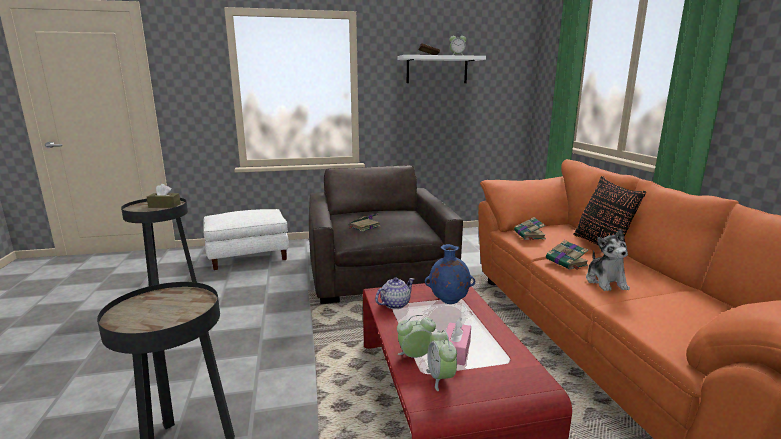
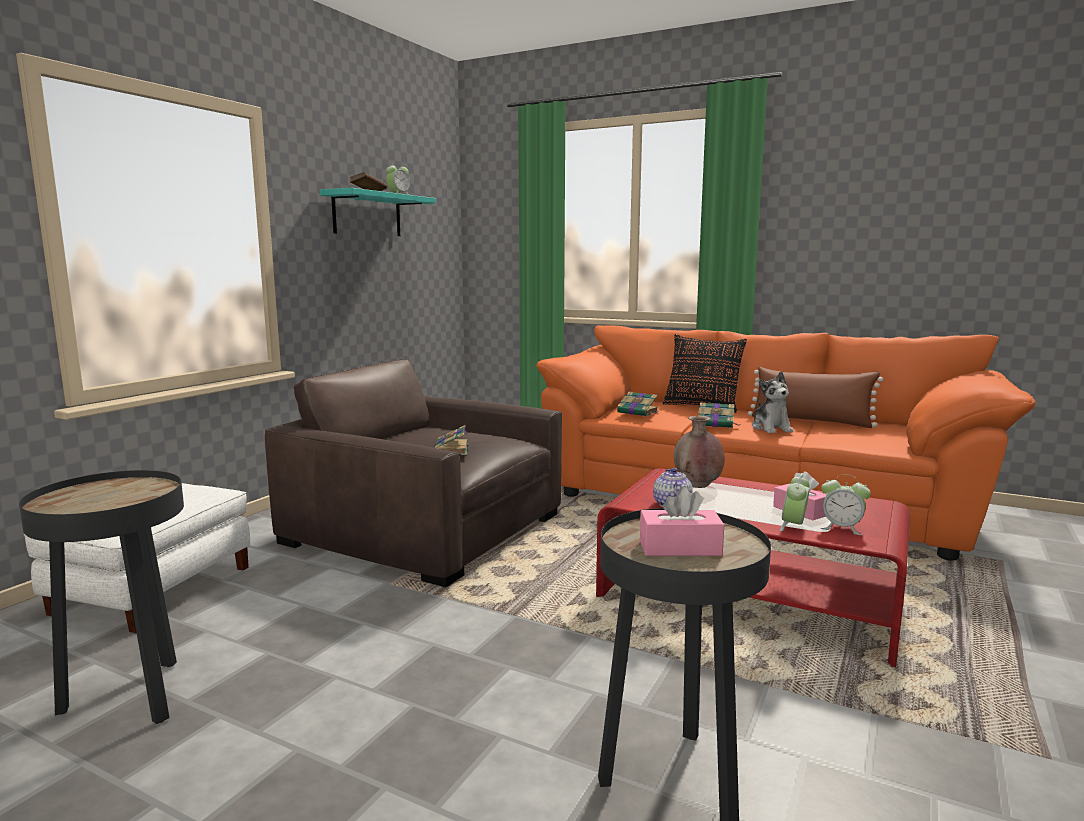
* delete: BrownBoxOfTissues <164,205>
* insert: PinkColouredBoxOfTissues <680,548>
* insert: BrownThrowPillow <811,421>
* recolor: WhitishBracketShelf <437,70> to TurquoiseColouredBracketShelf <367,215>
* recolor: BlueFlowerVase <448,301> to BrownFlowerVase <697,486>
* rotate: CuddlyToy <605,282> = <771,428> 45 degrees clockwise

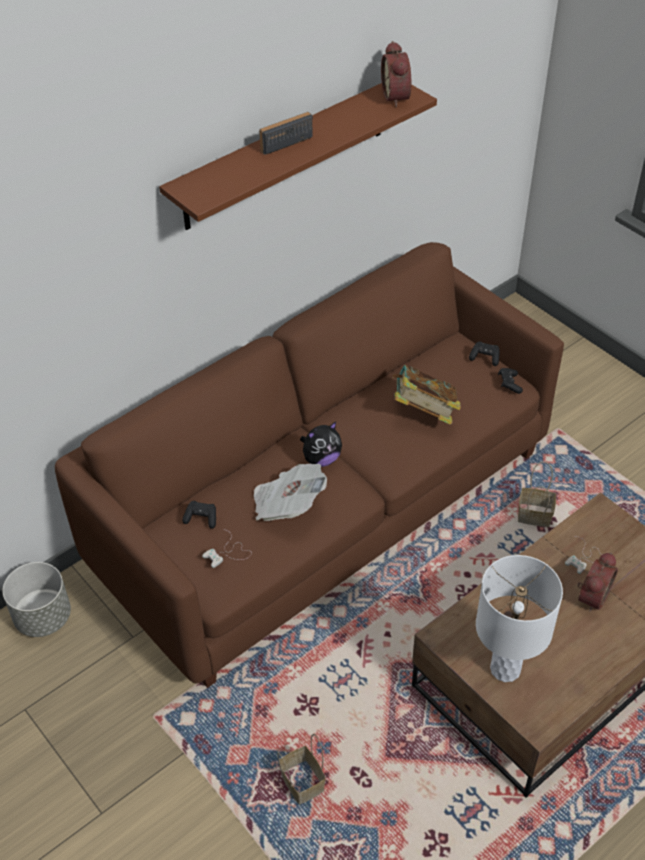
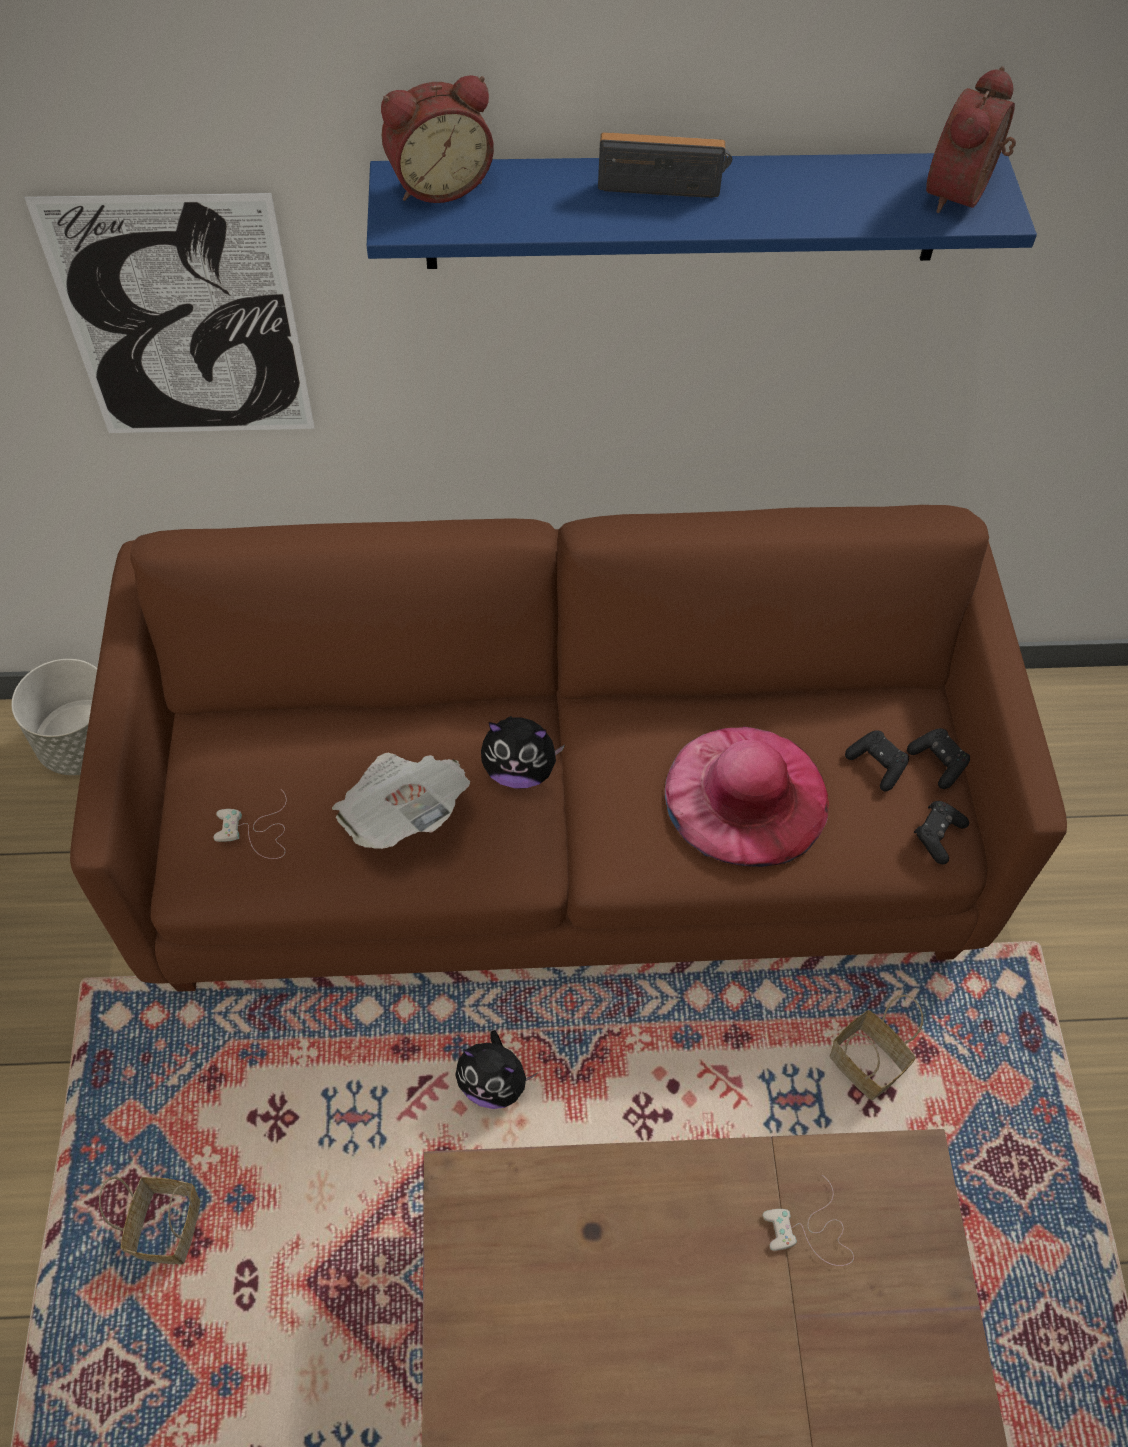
* delete: WhitishTabletopLamp <504,669>
* insert: Picture <183,323>
* insert: CuddlyToy <493,1083>
* move: BlackColouredJoypad <201,518> to <877,765>
* move: AlarmClock <591,596> to <438,184>
* replace: Book <424,412> to PinkColouredClothingHat <746,795>
* recolor: BrownBracketShelf <285,153> to BlueBracketShelf <685,211>

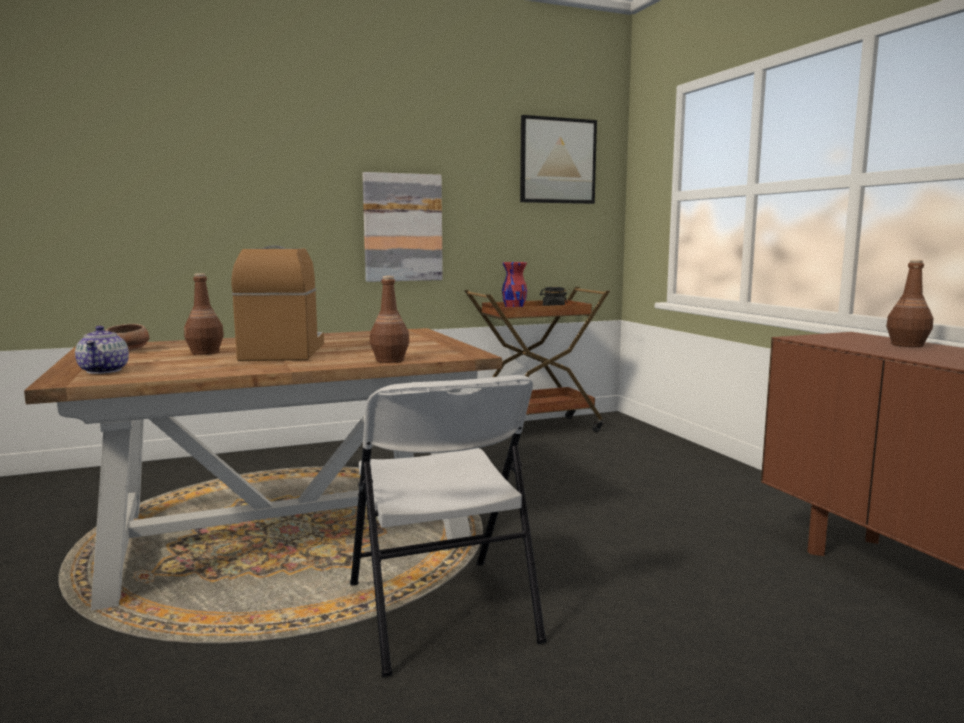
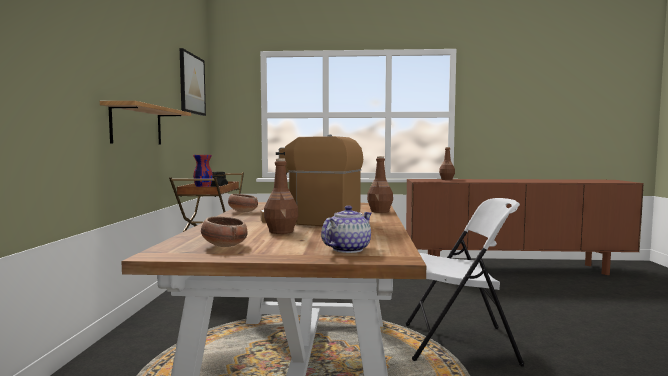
* insert: DeepDish <242,212>
* replace: Picture <402,227> to BracketShelf <137,125>
* rotate: PotForTea <104,370> = <347,249> 60 degrees counterclockwise

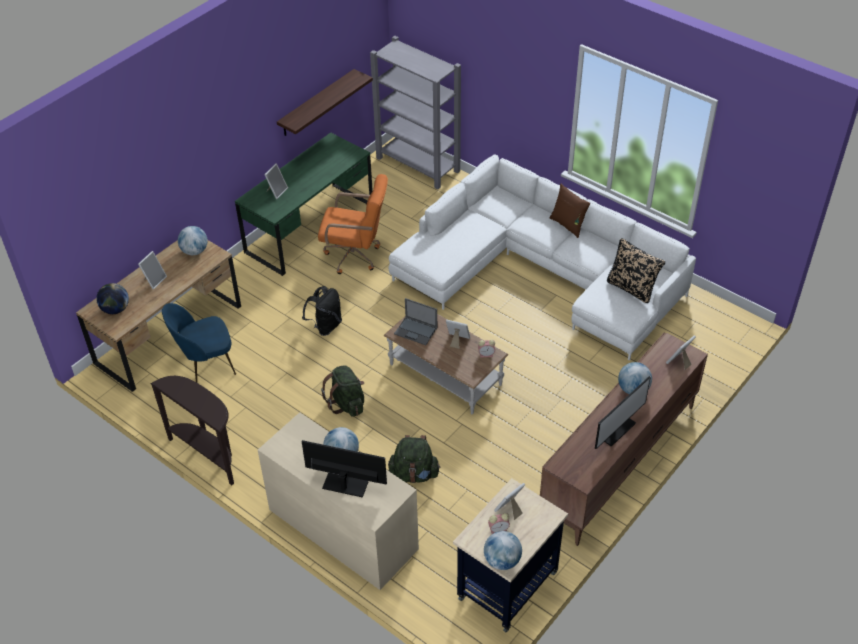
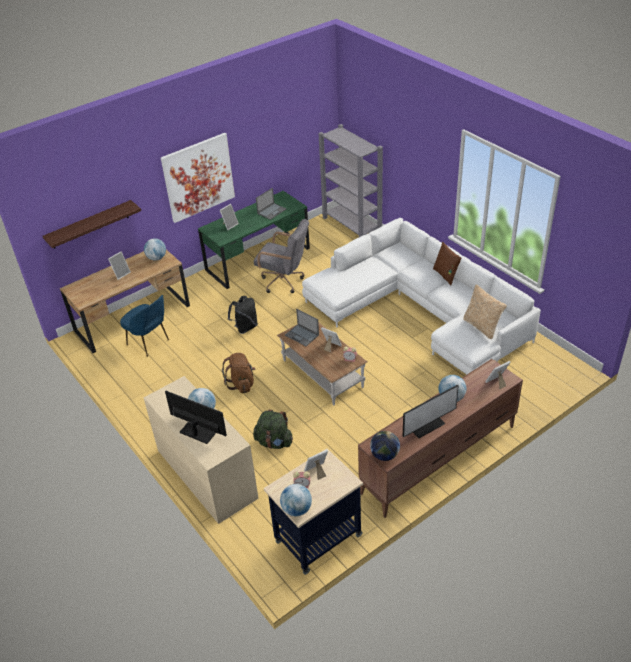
* delete: BrownHallTable <208,454>
* insert: Picture <198,177>
* insert: Laptop <272,211>
* move: DeskGlobe <115,309> to <384,455>
* move: BracketShelf <317,103> to <89,225>
* recolor: OrangeyOfficeChair <356,257> to GrayOfficeChair <284,283>
* recolor: GreenBackpack <347,403> to BrownBackpack <241,383>
* recolor: BlackColouredThrowPillow <631,289> to SandColouredThrowPillow <481,328>
* rotate: BluePlainChair <206,367> = <150,344> 135 degrees counterclockwise

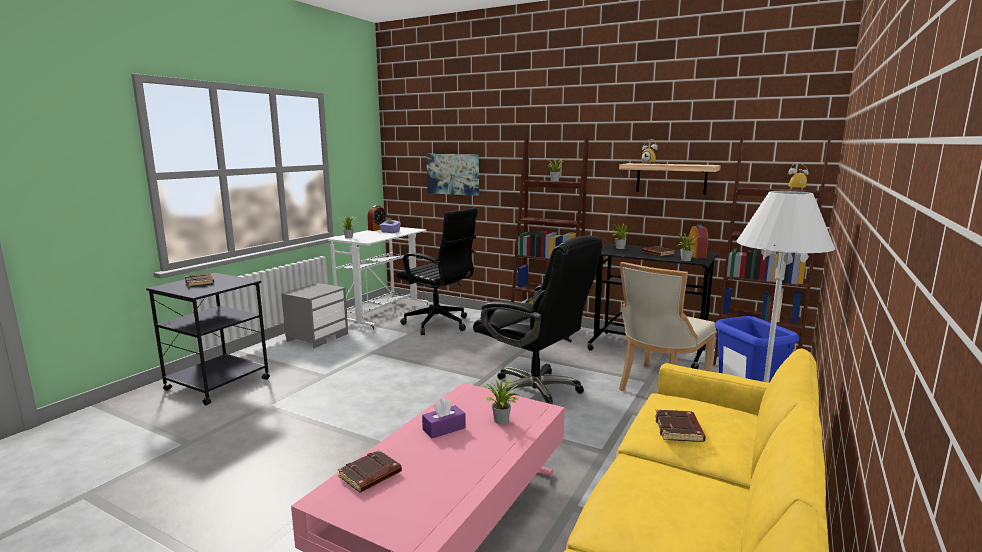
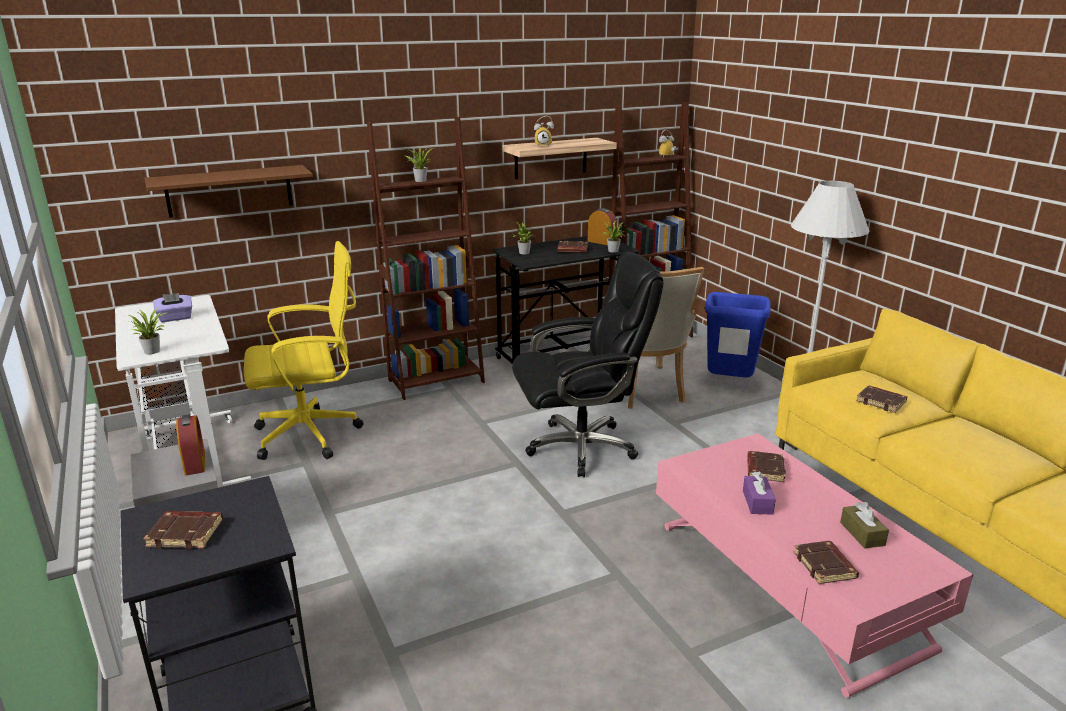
* insert: BrownBoxOfTissues <862,534>
* move: AlarmClock <377,229> to <195,463>
* replace: Picture <453,174> to BrownBracketShelf <229,191>
* replace: PlantInAPot <502,421> to BrownBook <764,469>
* recolor: BlackColouredOfficeChair <439,325> to YellowishOfficeChair <312,435>

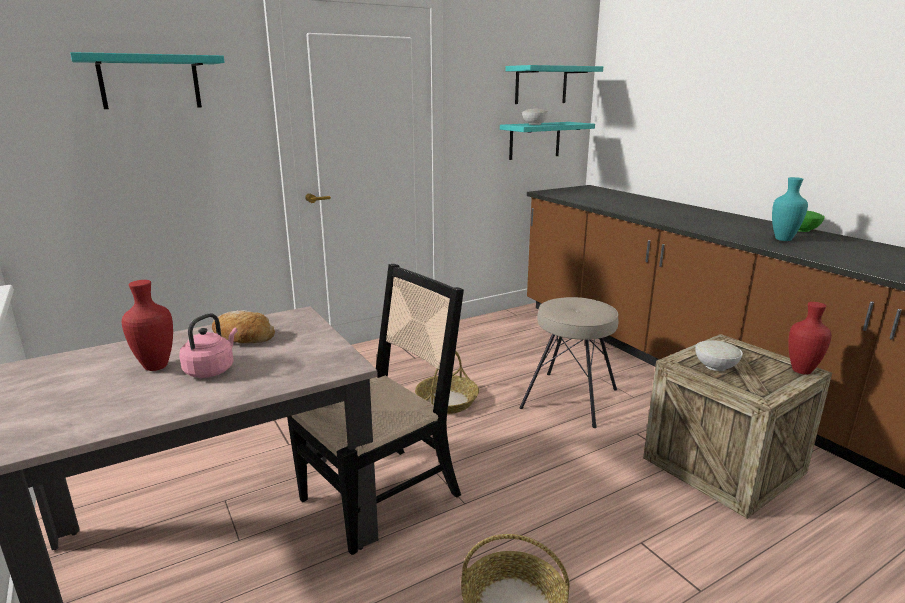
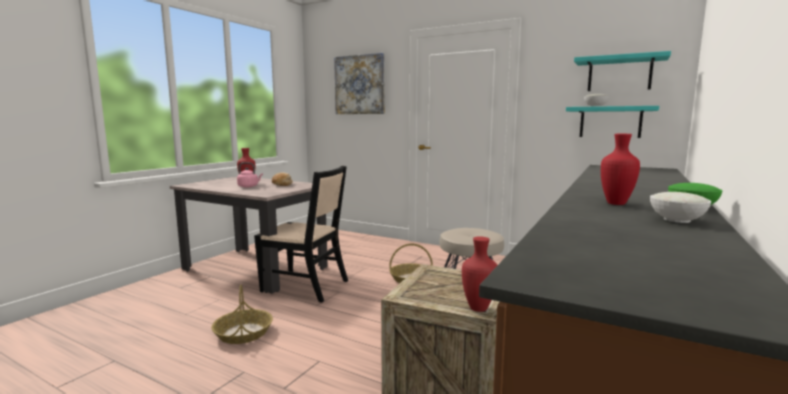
* move: WhitishDeepDish <716,366> to <677,220>
* replace: TurquoiseColouredBracketShelf <150,82> to Picture <359,85>
* recolor: TurquoiseColouredFlowerVase <782,239> to RedFlowerVase <616,203>

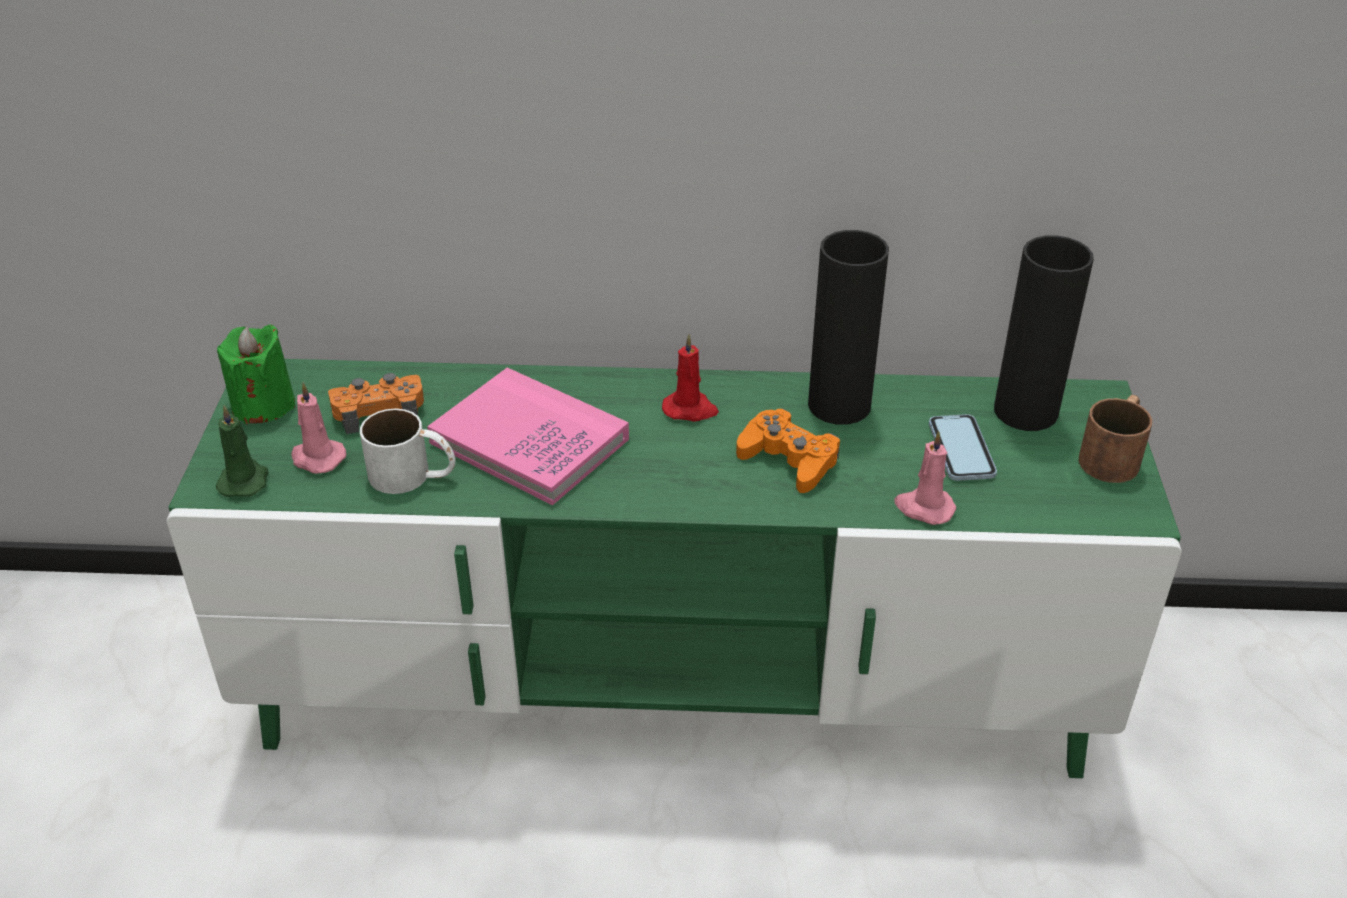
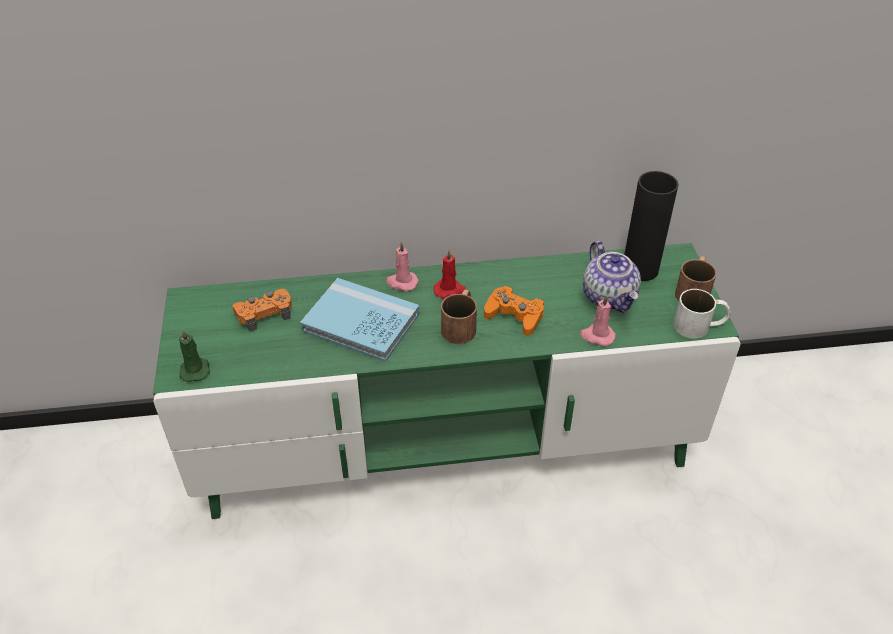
* delete: GreenWaxLight <263,405>
* delete: BlackColouredFlowerVase <839,405>
* insert: BrownCoffeeMug <461,325>
* move: PinkColouredWaxLight <317,458> to <401,282>
* move: WhitishCoffeeMug <413,475> to <700,326>
* replace: Phone <961,450> to PotForTea <609,297>
* recolor: PinkColouredBook <529,441> to BlueBook <361,322>

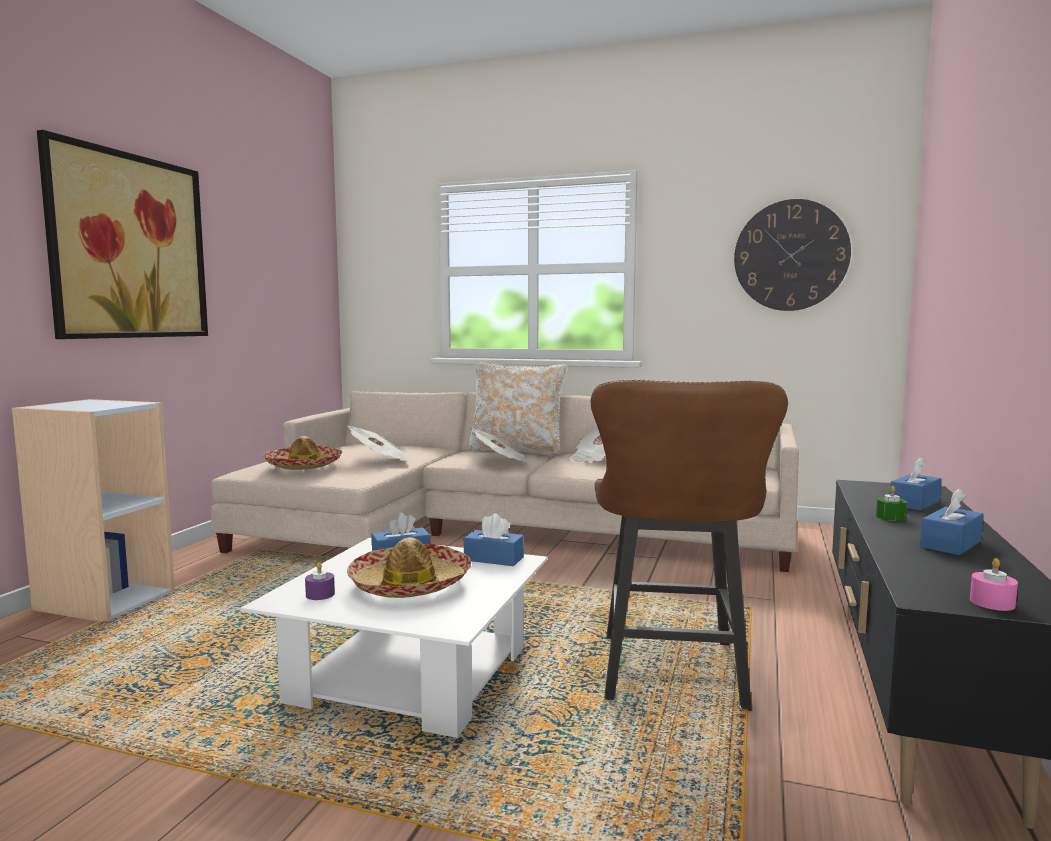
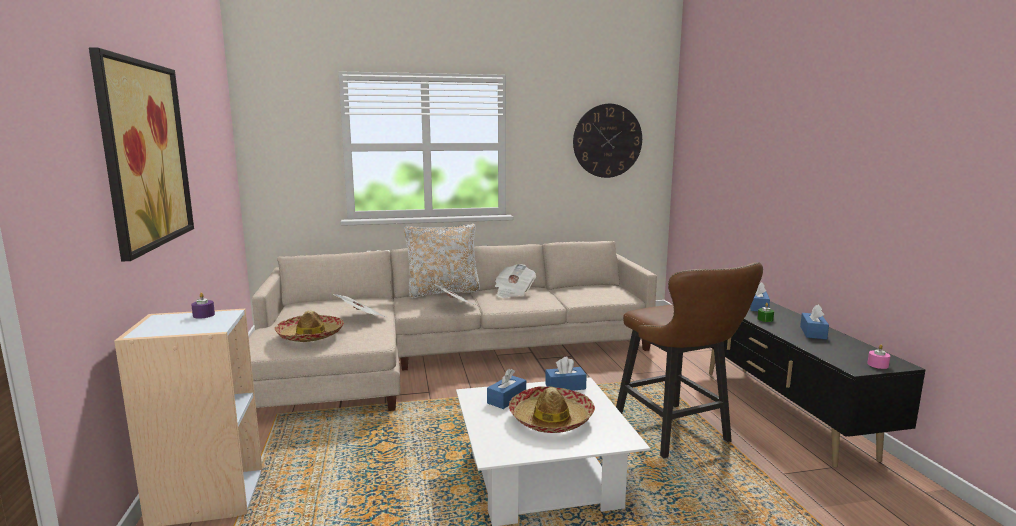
* move: PurpleColouredWaxLight <320,594> to <204,315>

